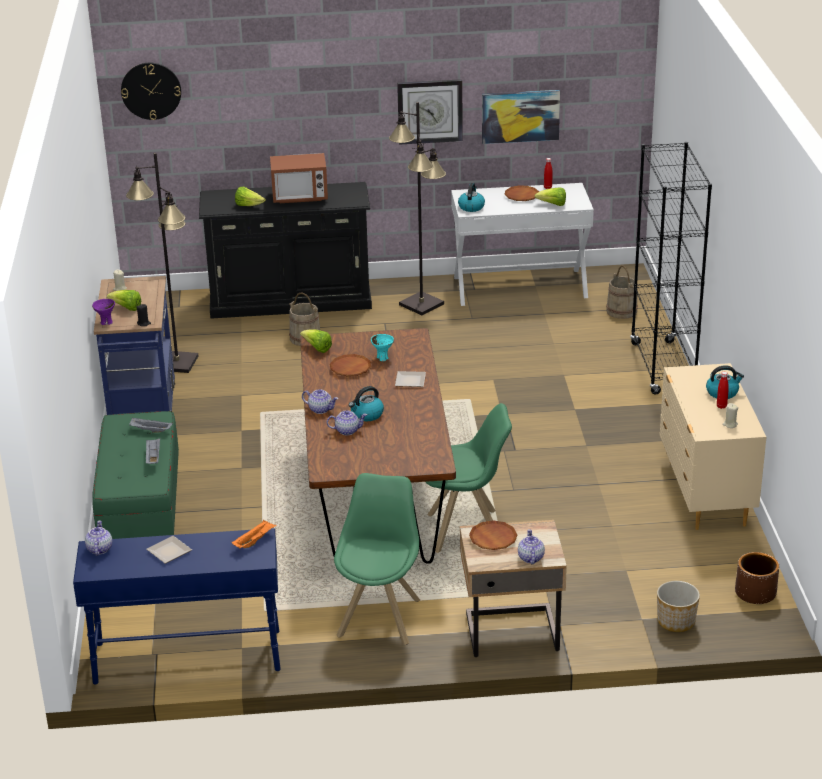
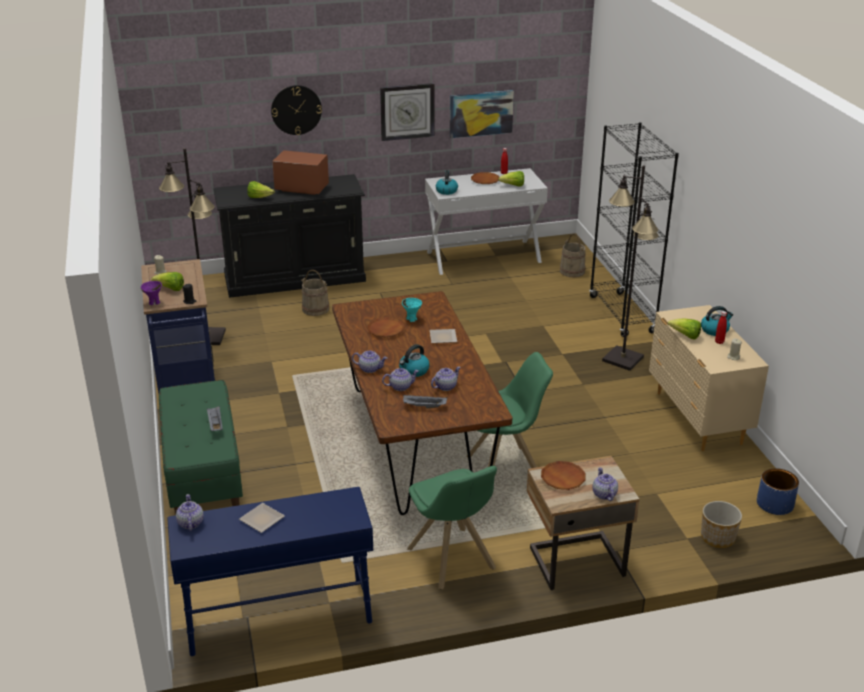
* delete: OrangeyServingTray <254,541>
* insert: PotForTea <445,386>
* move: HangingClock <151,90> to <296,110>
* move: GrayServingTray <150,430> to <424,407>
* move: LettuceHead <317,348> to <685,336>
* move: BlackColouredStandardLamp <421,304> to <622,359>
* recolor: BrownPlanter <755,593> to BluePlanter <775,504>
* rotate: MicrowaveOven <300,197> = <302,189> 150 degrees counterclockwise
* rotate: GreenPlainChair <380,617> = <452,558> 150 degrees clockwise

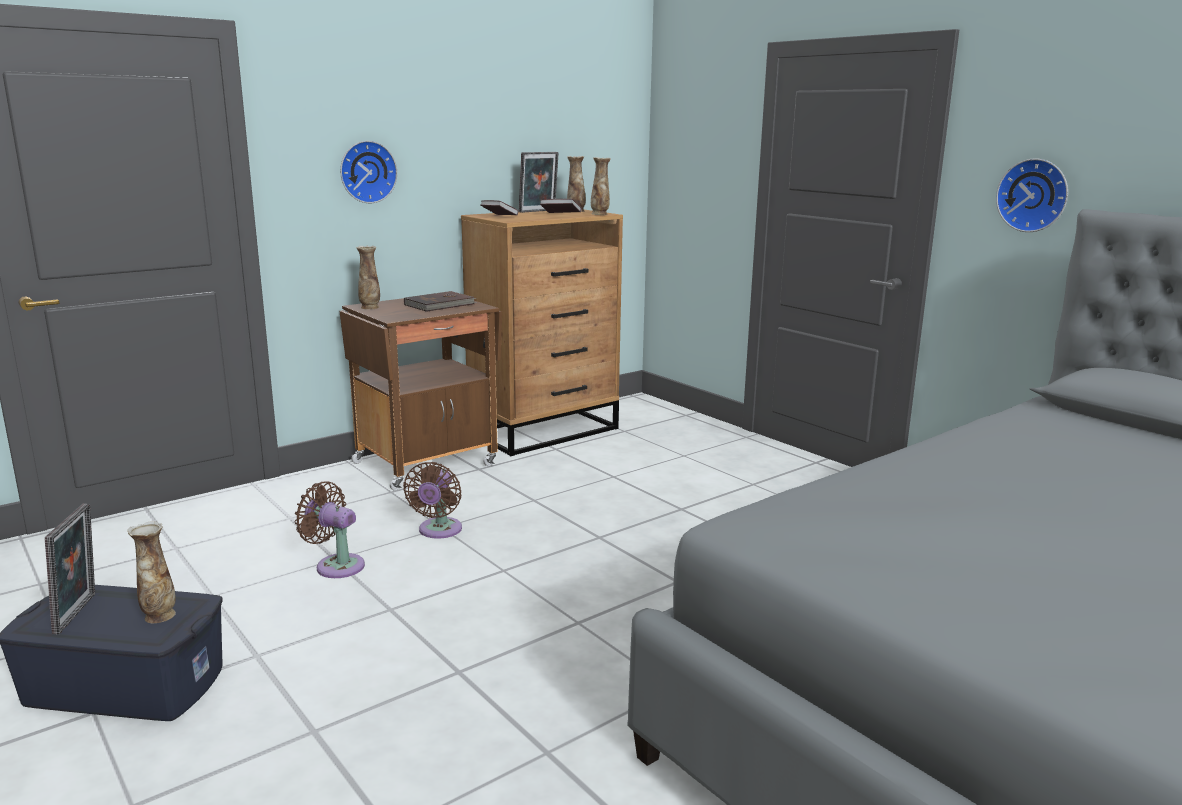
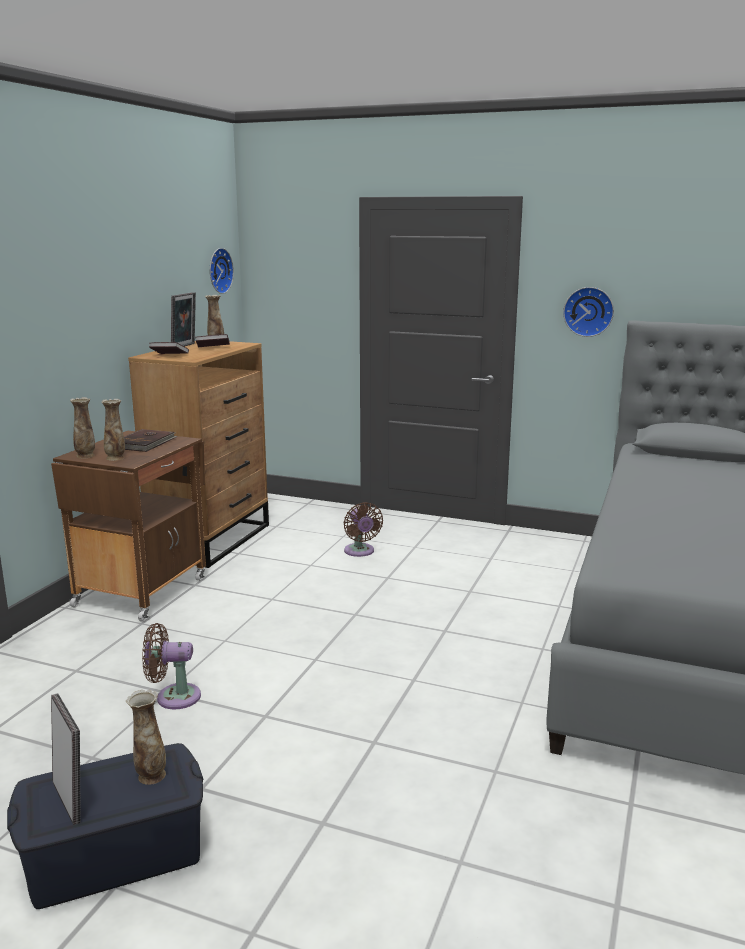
* move: HangingClock <367,172> to <218,270>
* move: BrownFan <438,531> to <360,552>
* move: FlowerVase <600,214> to <116,458>

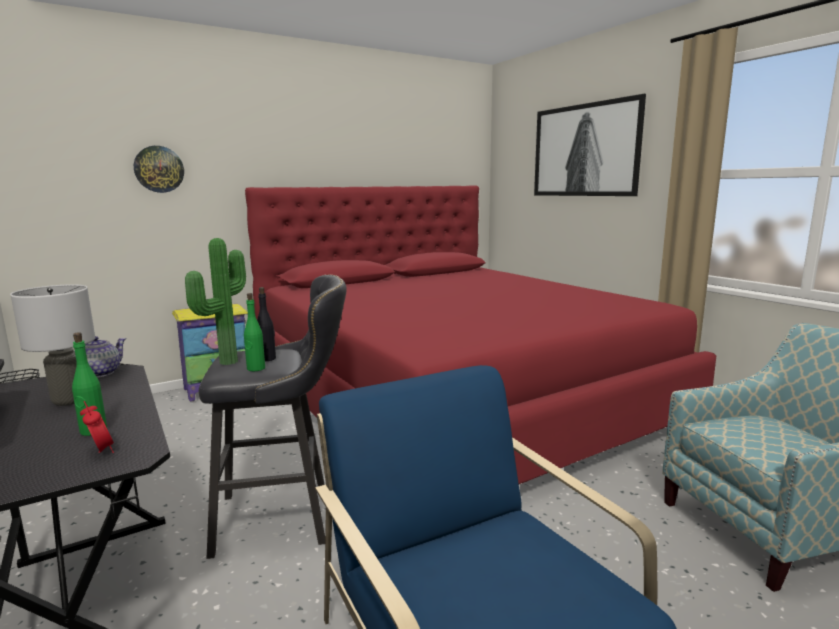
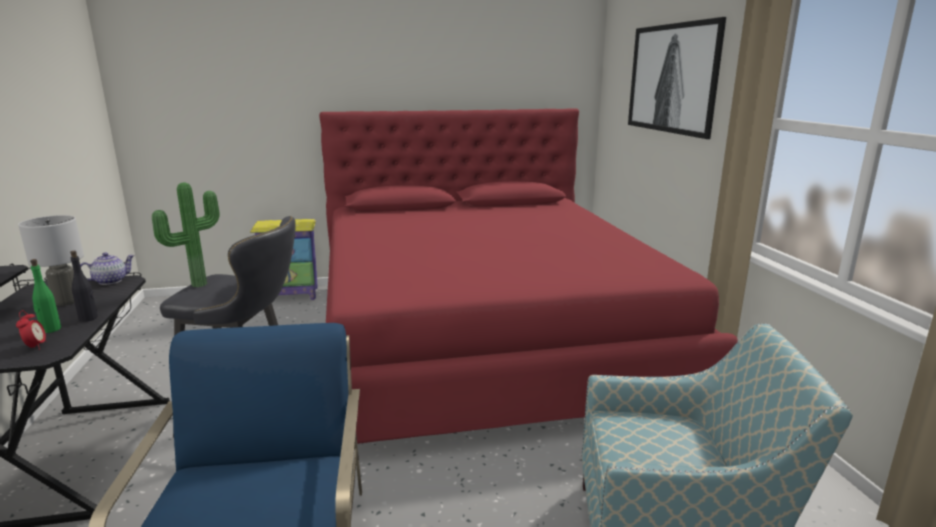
* delete: HangingClock <159,169>
* delete: GreenBeverageBottle <255,368>
* move: BlackColouredBeverageBottle <267,358> to <88,318>

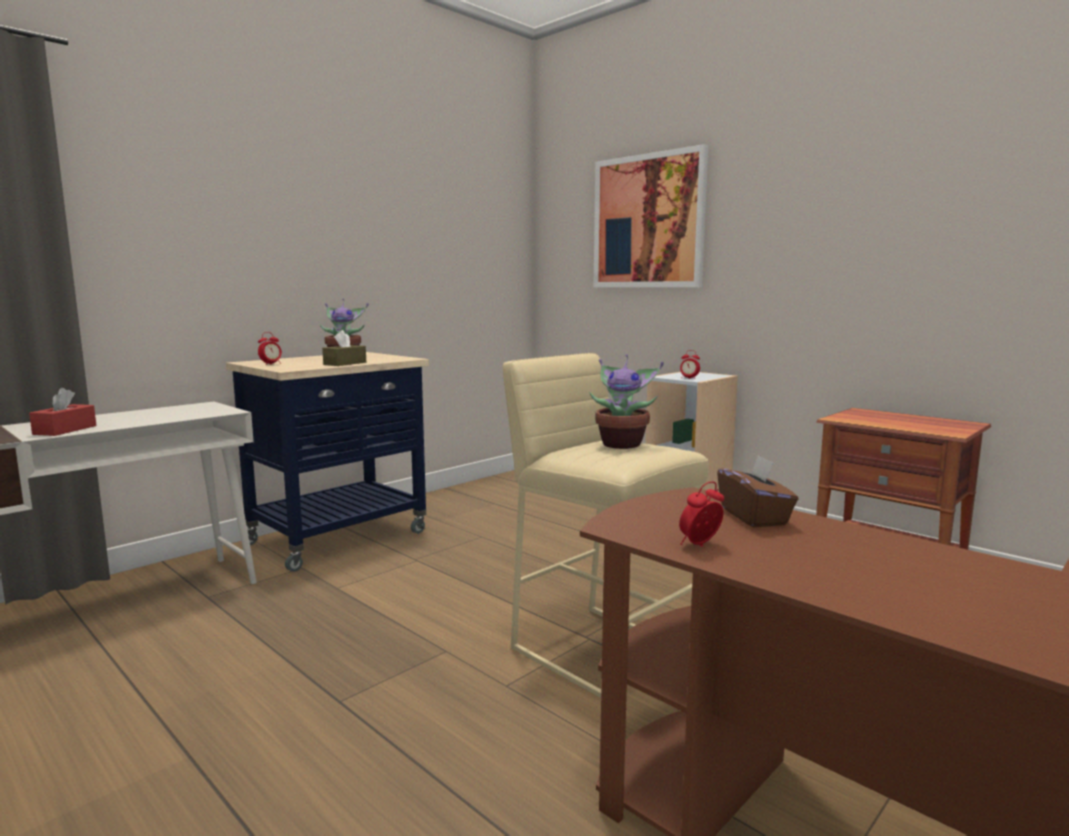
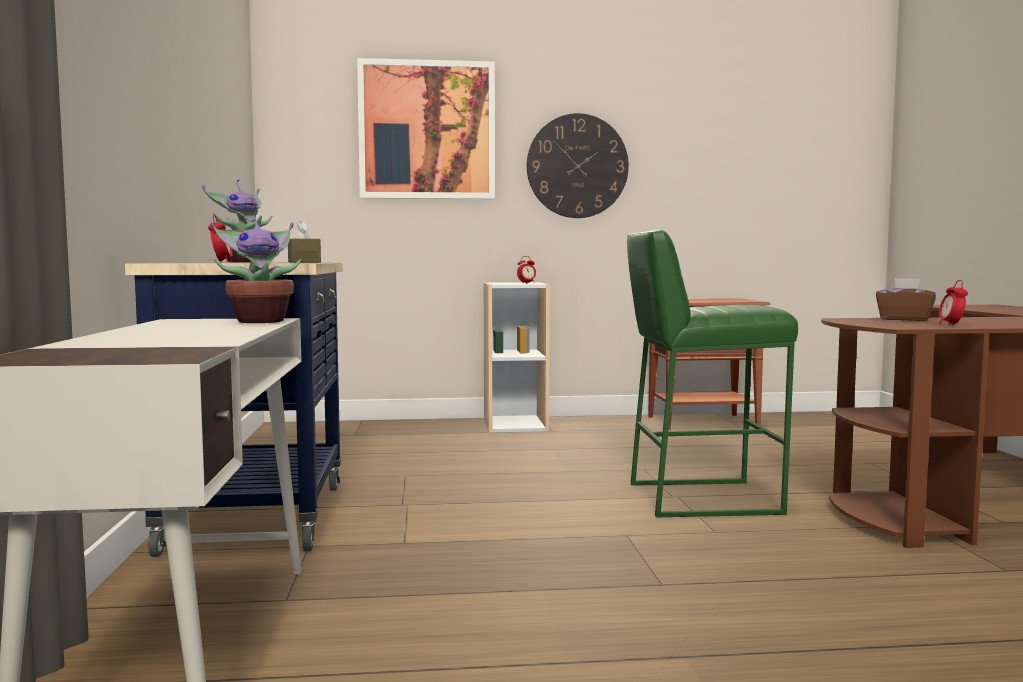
* delete: RedBoxOfTissues <65,430>
* insert: HangingClock <577,166>
* move: PlantInAPot <622,444> to <260,321>
* recolor: SandColouredStool <599,650> to GreenStool <700,498>

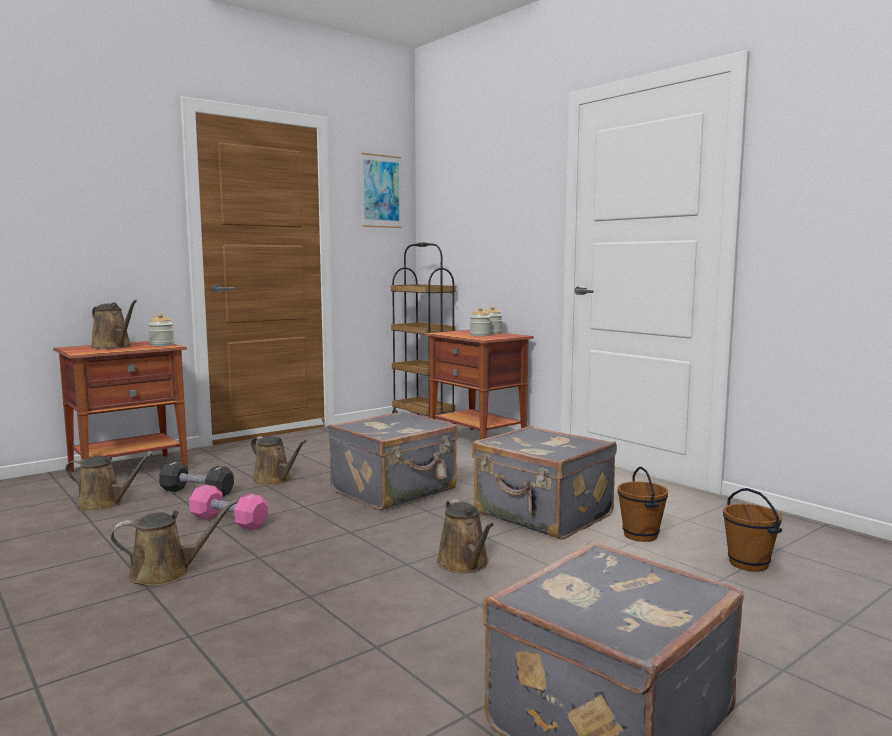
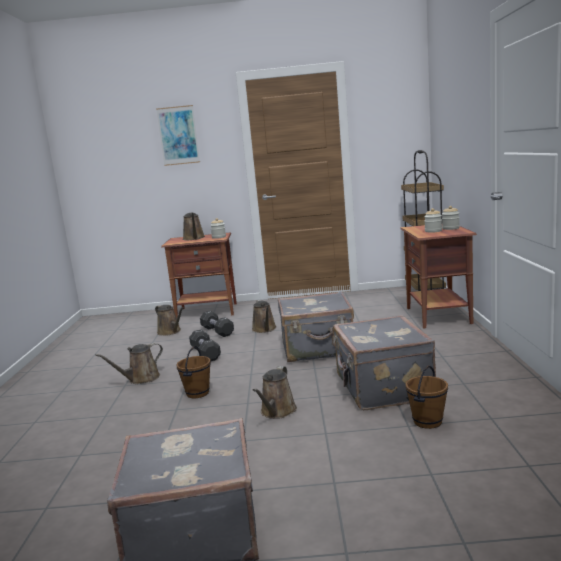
* move: Picture <381,191> to <178,135>
* move: BrownWaterBucket <749,564> to <198,393>
* recolor: PinkColouredDumbbell <229,521> to BlackColouredDumbbell <205,354>
* rotate: BrownSprinklingCan <166,573> = <141,379> 120 degrees clockwise

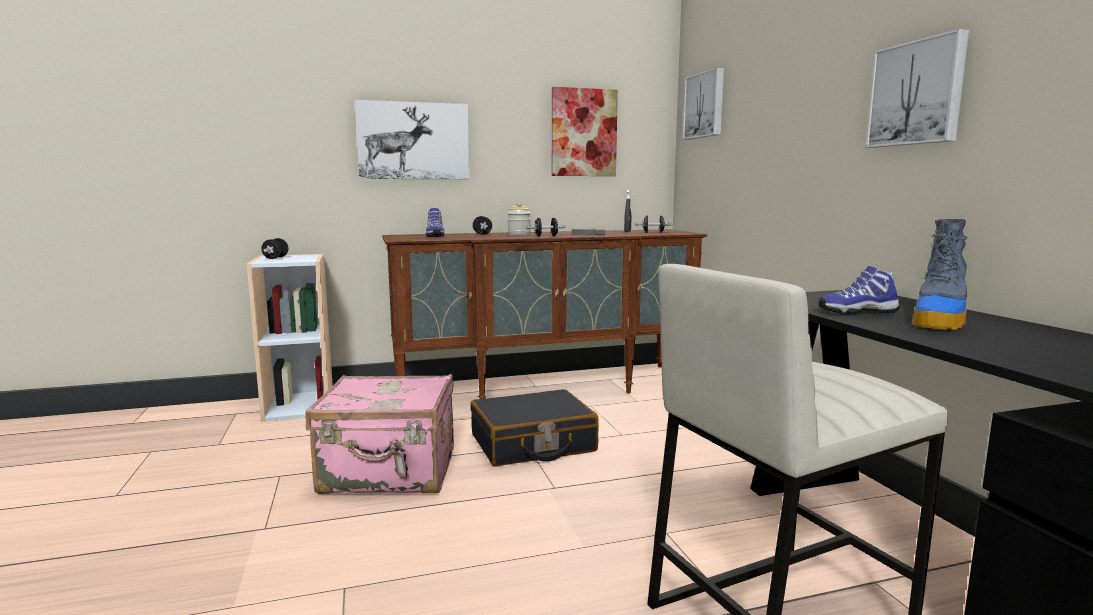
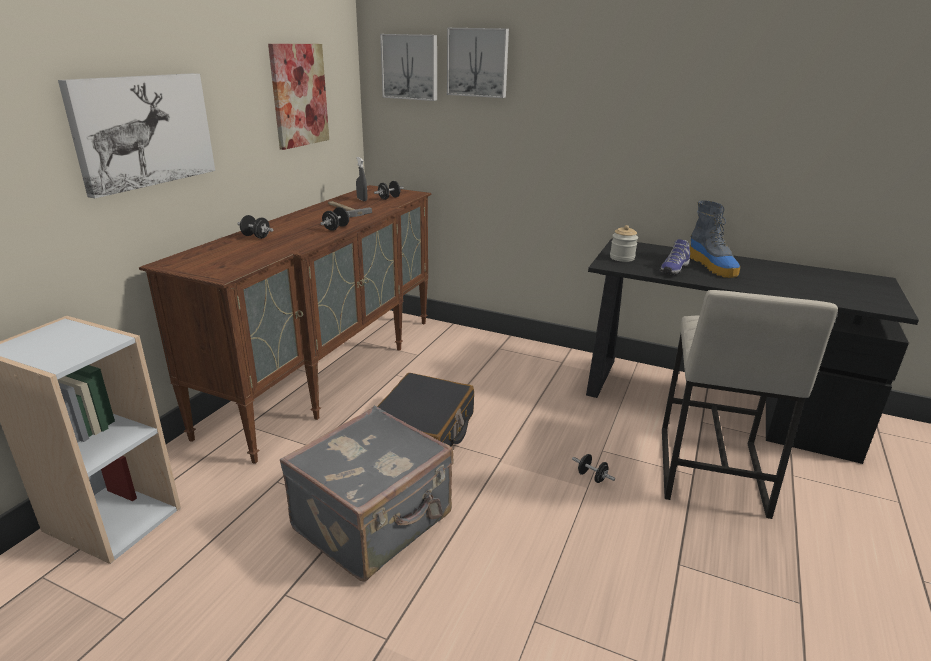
* delete: ItemOfFootwear <434,236>
* move: BlackColouredDumbbell <275,258> to <592,477>
* move: Jar <519,234> to <622,258>
* move: Picture <917,93> to <478,62>
* recolor: PinkColouredTravelCase <390,473> to GrayTravelCase <375,523>

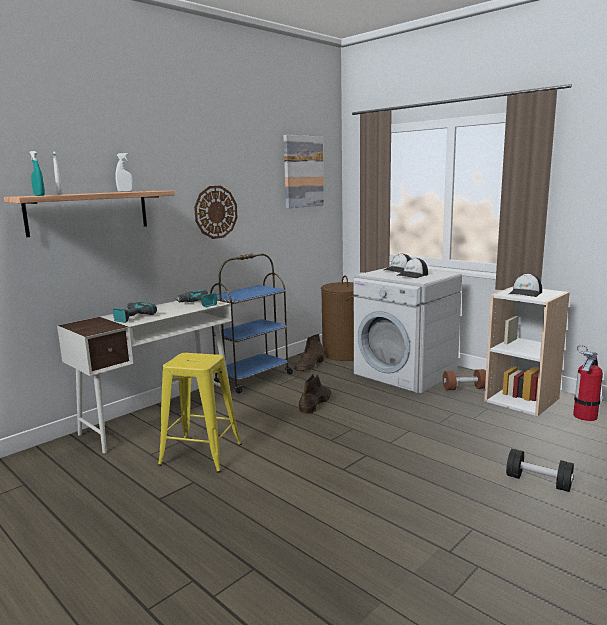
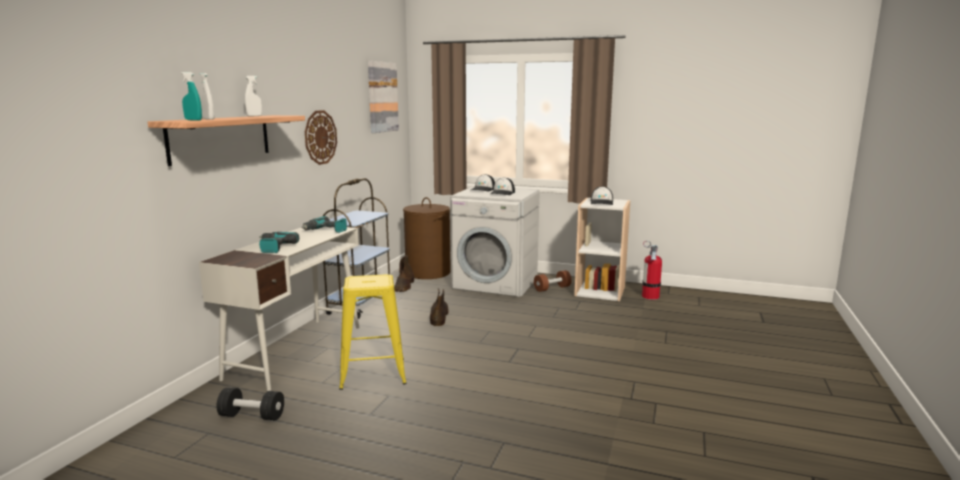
* move: BlackColouredDumbbell <538,482> to <252,416>

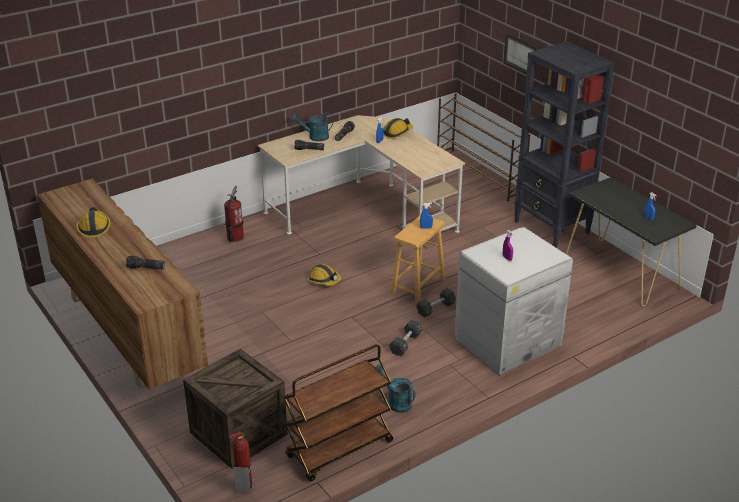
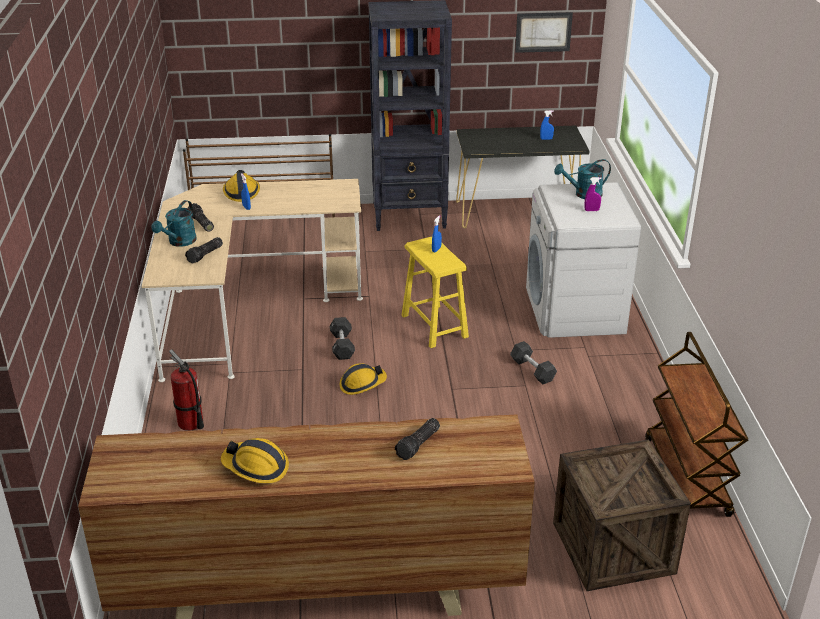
* delete: FireFightingCylinder <244,487>
* move: TurquoiseColouredSprinklingCan <396,402> to <583,194>
* move: BlackColouredDumbbell <435,308> to <342,346>
* move: Picture <520,55> to <543,32>
* recolor: BrownStool <418,286> to YellowishStool <434,326>

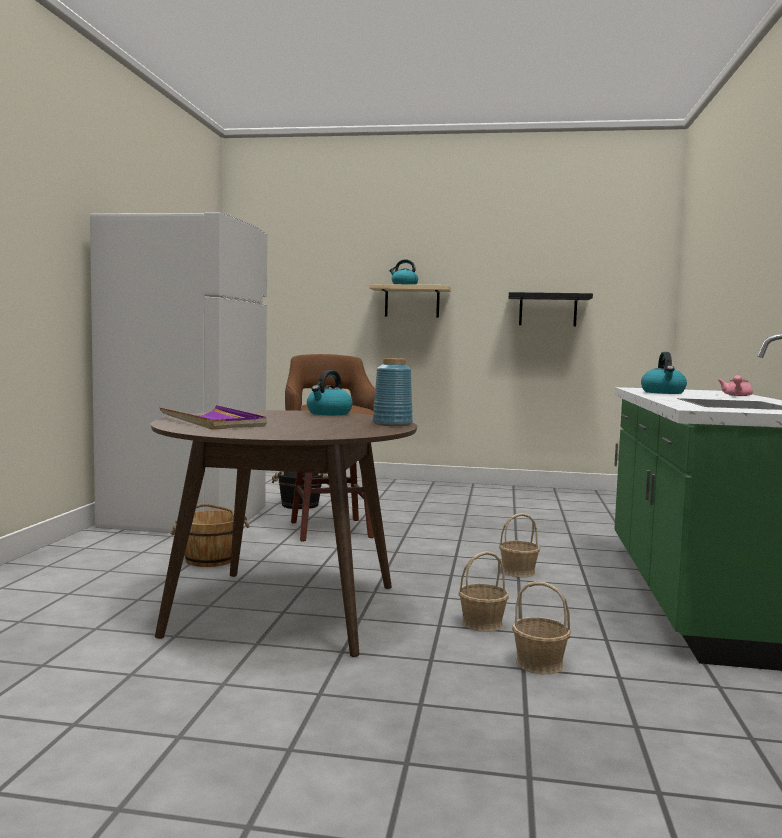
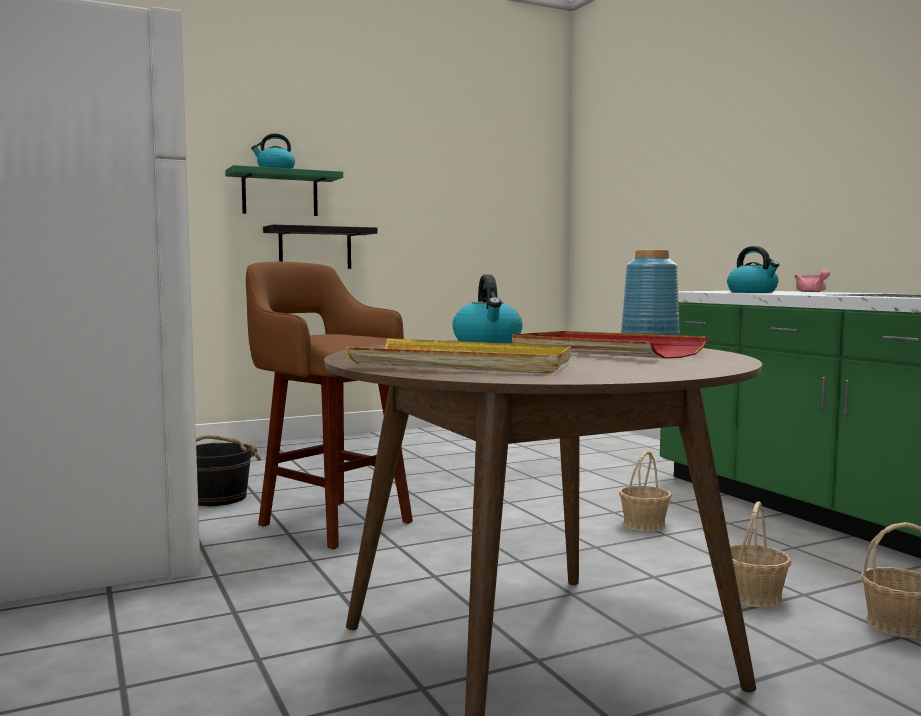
* delete: BrownWaterBucket <210,559>
* insert: RedServingTray <603,351>
* move: BlackColouredBracketShelf <548,310> to <315,248>
* recolor: PurpleColouredServingTray <213,422> to YellowishServingTray <464,365>
* recolor: SandColouredBracketShelf <412,301> to GreenBracketShelf <280,194>

